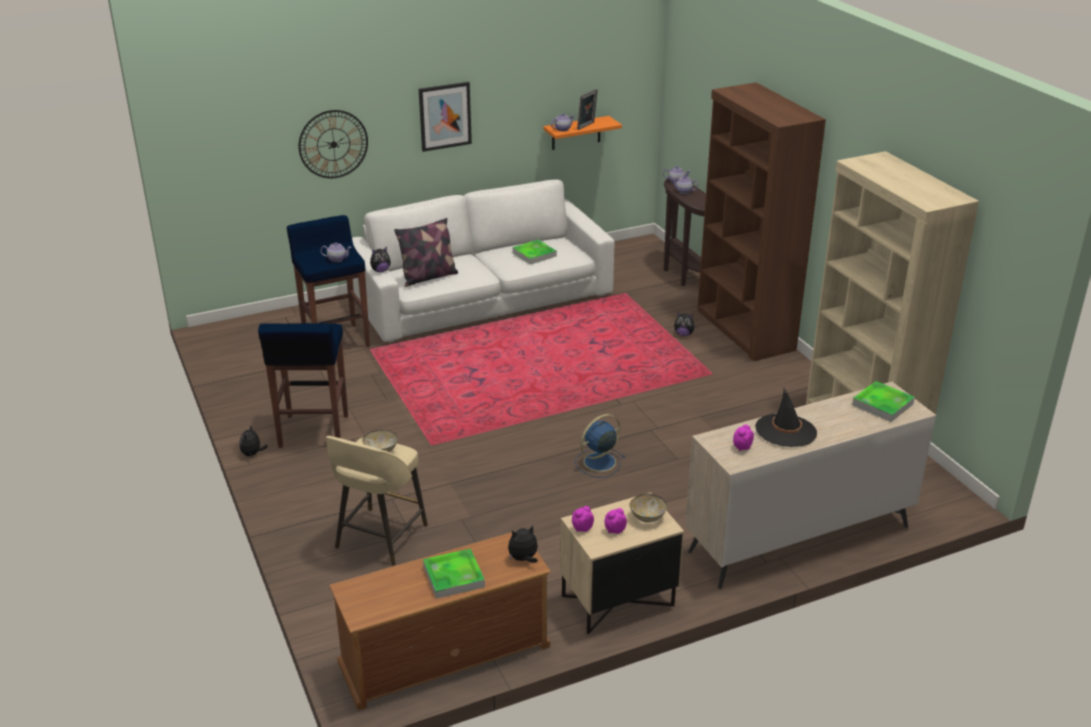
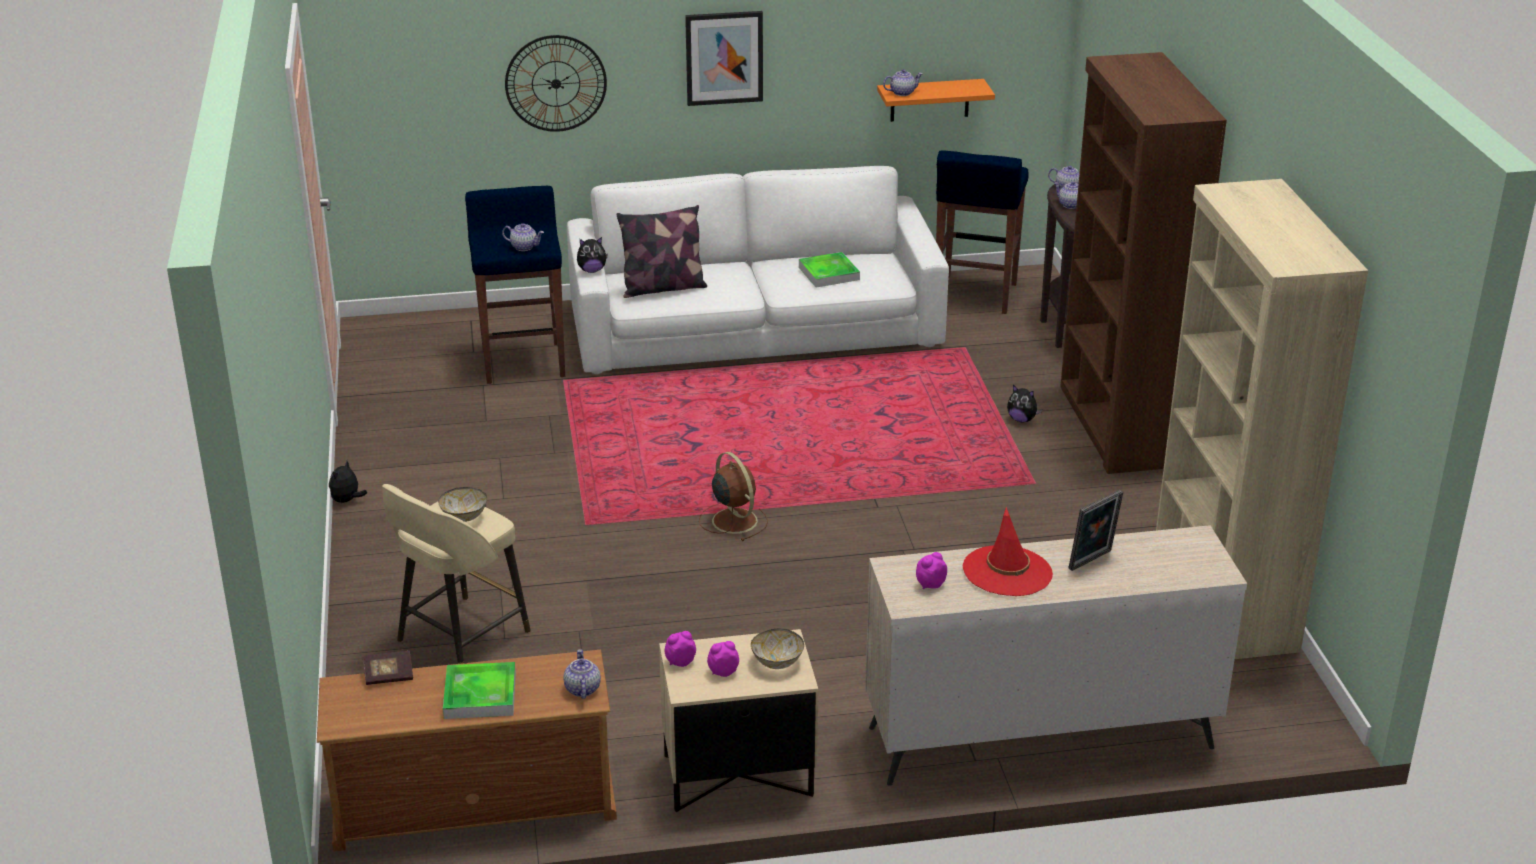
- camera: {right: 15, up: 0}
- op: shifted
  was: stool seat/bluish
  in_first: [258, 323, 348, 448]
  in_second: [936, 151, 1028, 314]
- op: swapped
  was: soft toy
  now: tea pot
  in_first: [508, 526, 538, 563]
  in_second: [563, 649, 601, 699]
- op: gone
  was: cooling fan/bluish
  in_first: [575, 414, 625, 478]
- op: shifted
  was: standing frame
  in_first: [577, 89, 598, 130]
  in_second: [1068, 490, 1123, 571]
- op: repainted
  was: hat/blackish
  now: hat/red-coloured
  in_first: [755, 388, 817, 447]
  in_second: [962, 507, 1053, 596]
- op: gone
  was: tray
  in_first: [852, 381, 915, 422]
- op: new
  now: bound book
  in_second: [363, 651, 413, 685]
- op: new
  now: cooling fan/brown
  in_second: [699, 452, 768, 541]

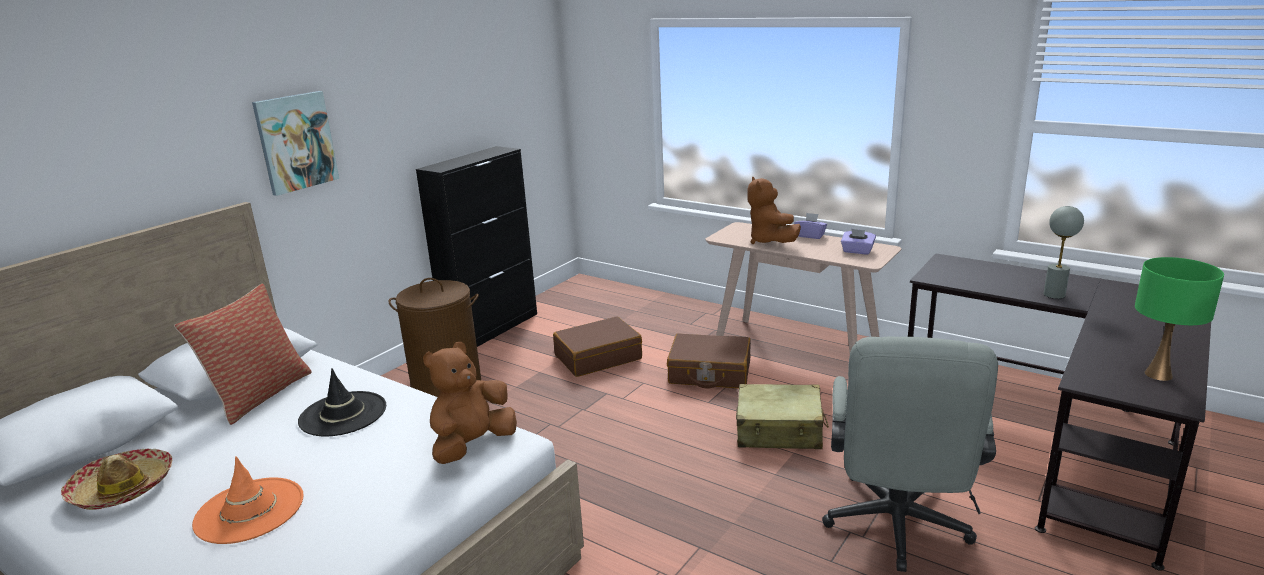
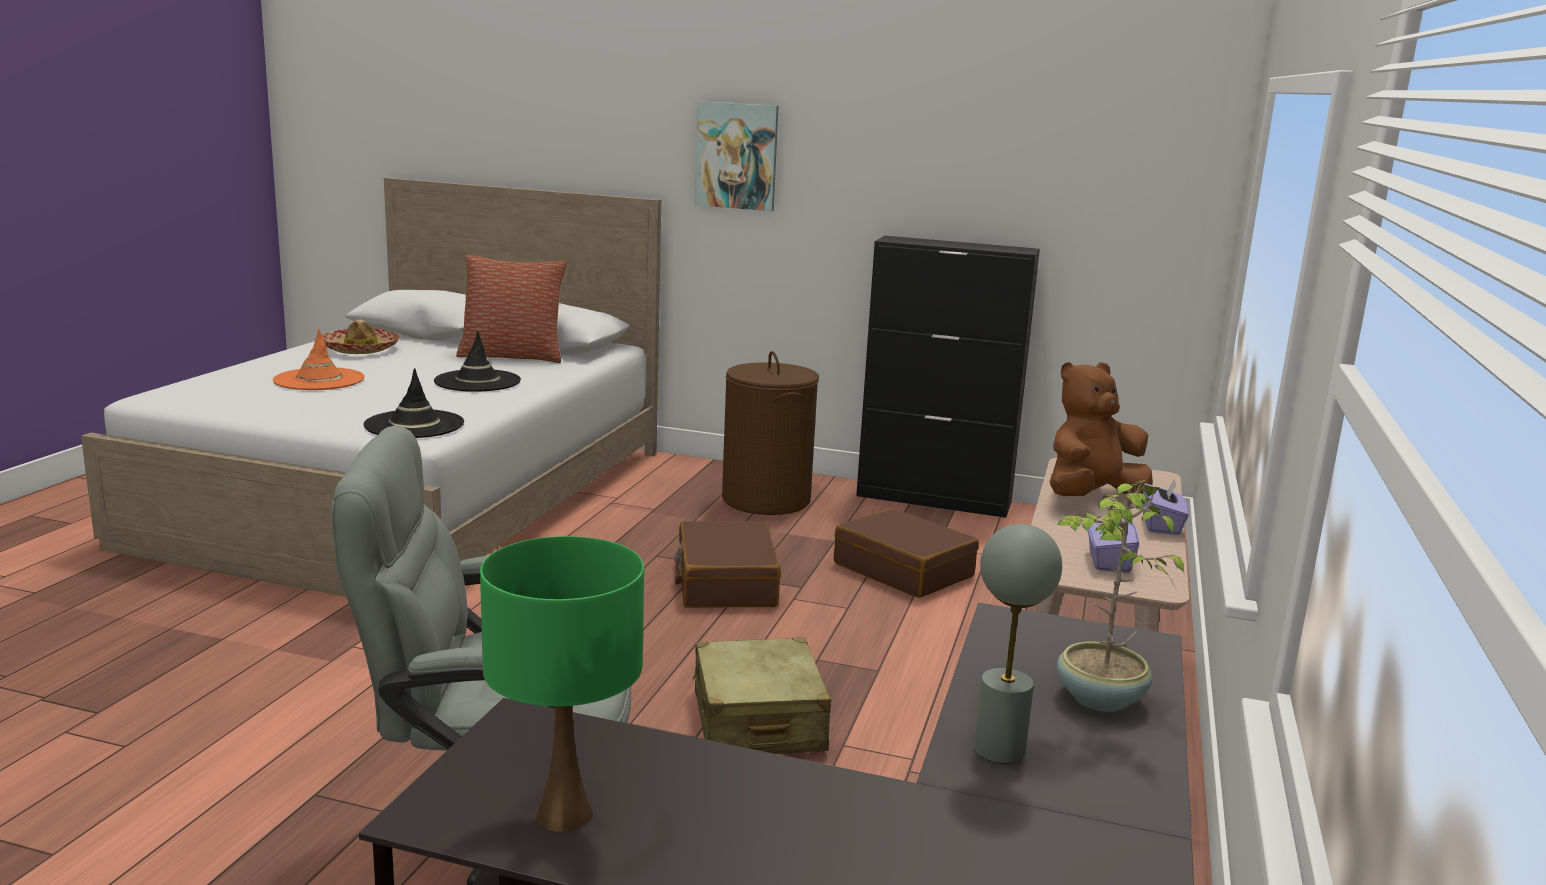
- camera: {right: 70, up: -5}
- op: swapped
  was: soft toy/brown
  now: hat/blackish
  in_first: [423, 342, 517, 464]
  in_second: [363, 368, 464, 438]
- op: shifted
  was: piece of luggage/brown
  in_first: [667, 333, 751, 389]
  in_second: [674, 521, 781, 608]
- op: new
  now: houseplant
  in_second: [1057, 480, 1184, 712]

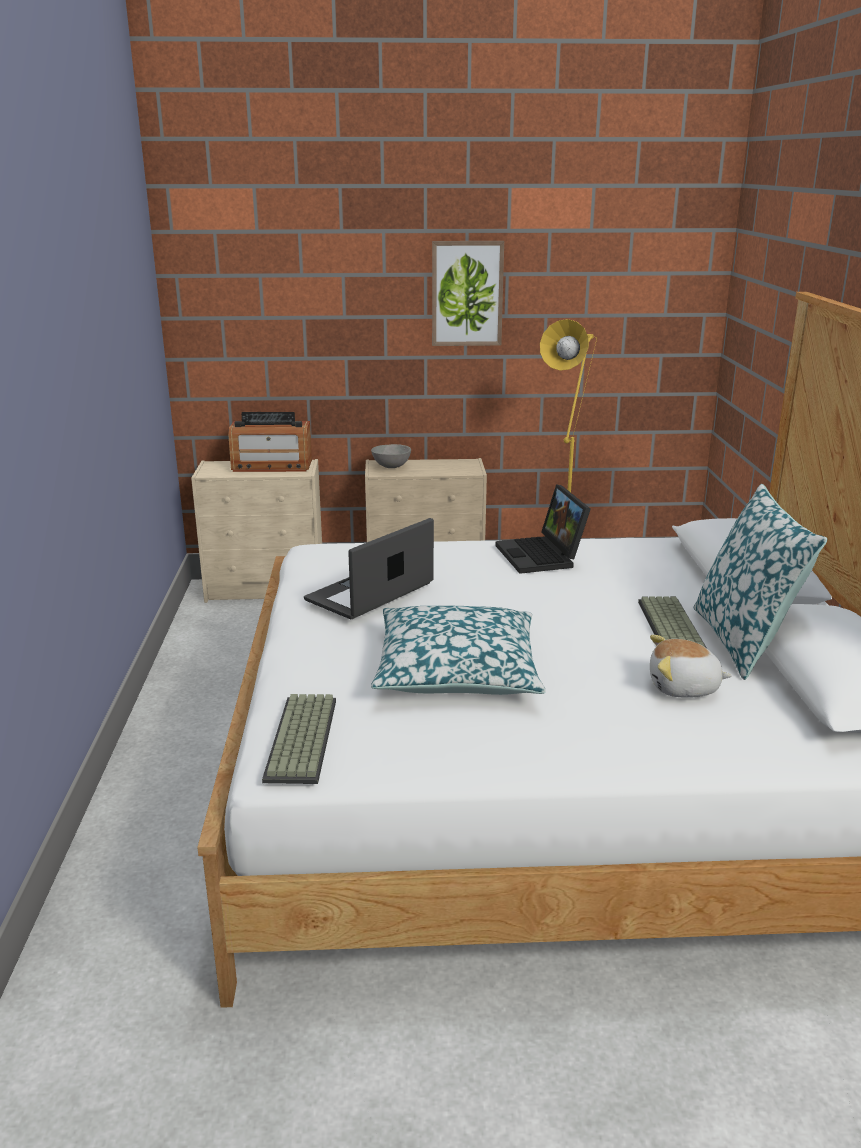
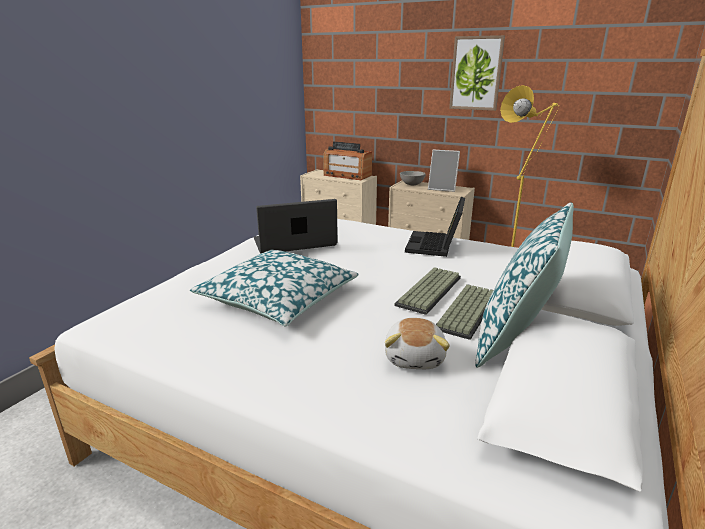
- camera: {right: 30, up: 0}
- op: shifted
  was: keyboard
  in_first: [262, 694, 336, 784]
  in_second: [395, 267, 461, 315]
- op: rotated
  was: soft toy
  in_first: [650, 635, 732, 698]
  in_second: [385, 318, 450, 369]
  clockwise: -120
- op: new
  now: standing frame
  in_second: [428, 149, 460, 192]

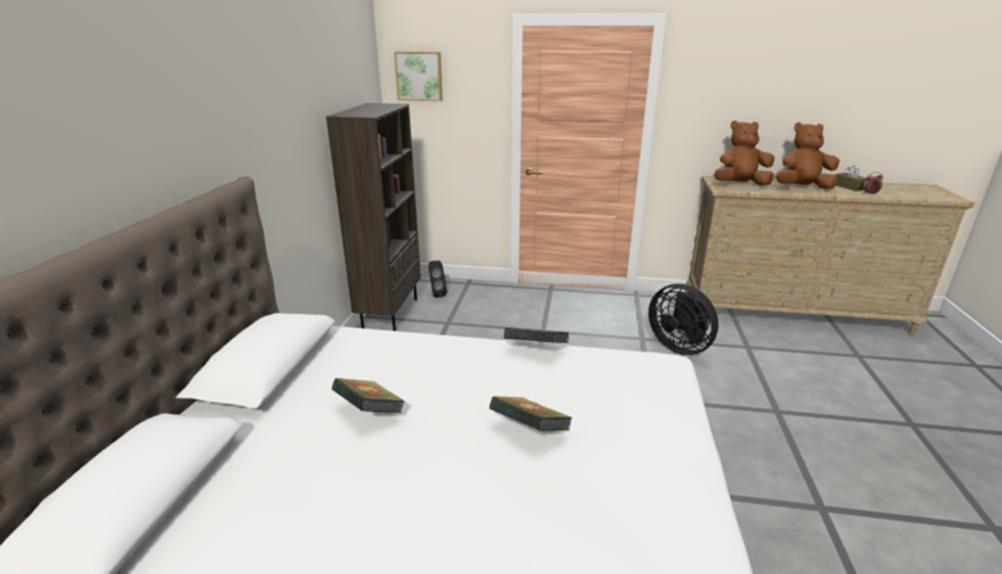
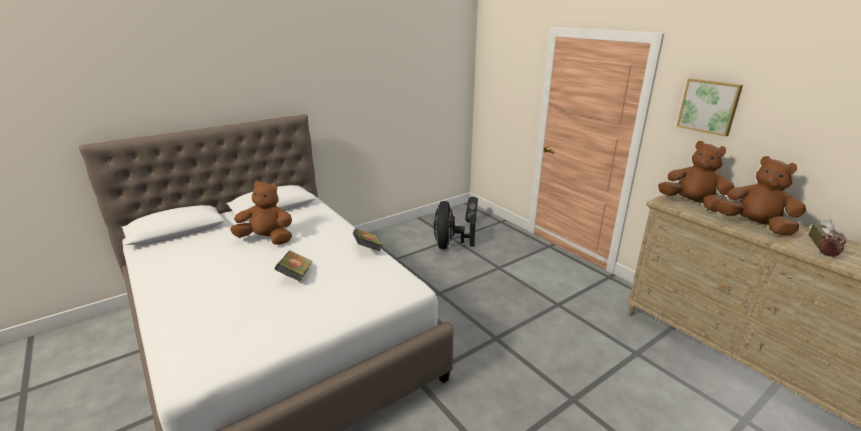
- camera: {right: 45, up: 0}
- op: gone
  was: bookshelf/brown
  in_first: [326, 103, 421, 331]
- op: swapped
  was: bound book
  now: soft toy/brown
  in_first: [332, 378, 405, 413]
  in_second: [230, 180, 292, 245]
- op: shifted
  was: wall picture
  in_first: [394, 52, 443, 101]
  in_second: [676, 78, 743, 137]
- op: shifted
  was: cooling fan/blackish
  in_first: [648, 284, 718, 355]
  in_second: [434, 201, 475, 249]

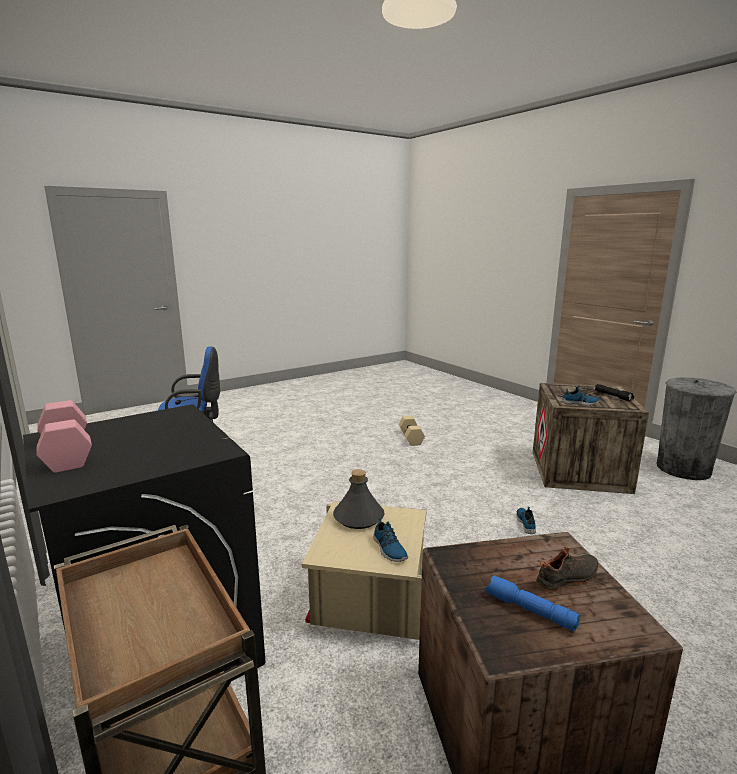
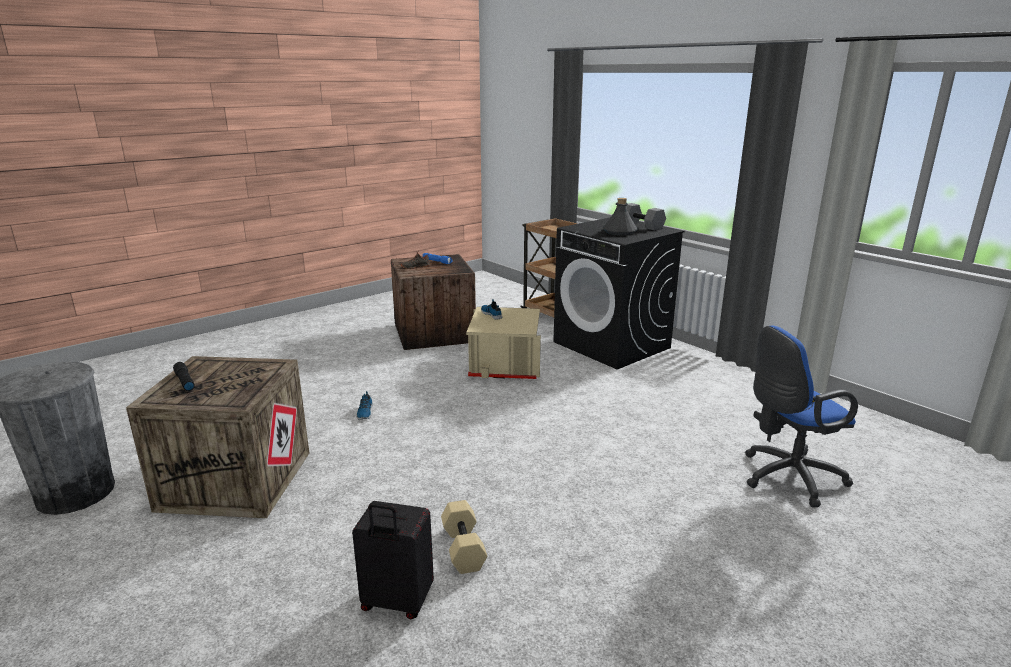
- camera: {right: 175, up: 5}
- op: repainted
  was: free weight/pink-coloured
  now: free weight/greyish
  in_first: [36, 400, 92, 473]
  in_second: [627, 203, 666, 230]
- op: shifted
  was: drink bottle/greyish
  in_first: [333, 469, 384, 529]
  in_second: [603, 198, 638, 235]
- op: gone
  was: item of footwear
  in_first: [562, 385, 599, 405]
- op: new
  now: piece of luggage/blackish
  in_second: [352, 501, 434, 619]

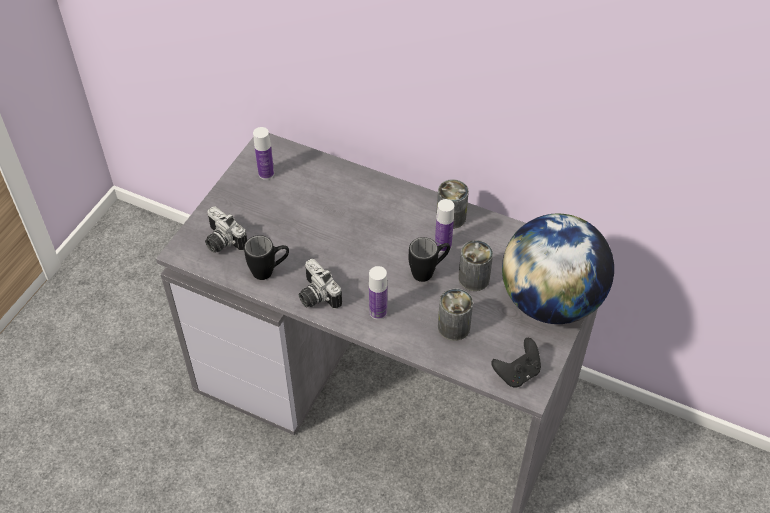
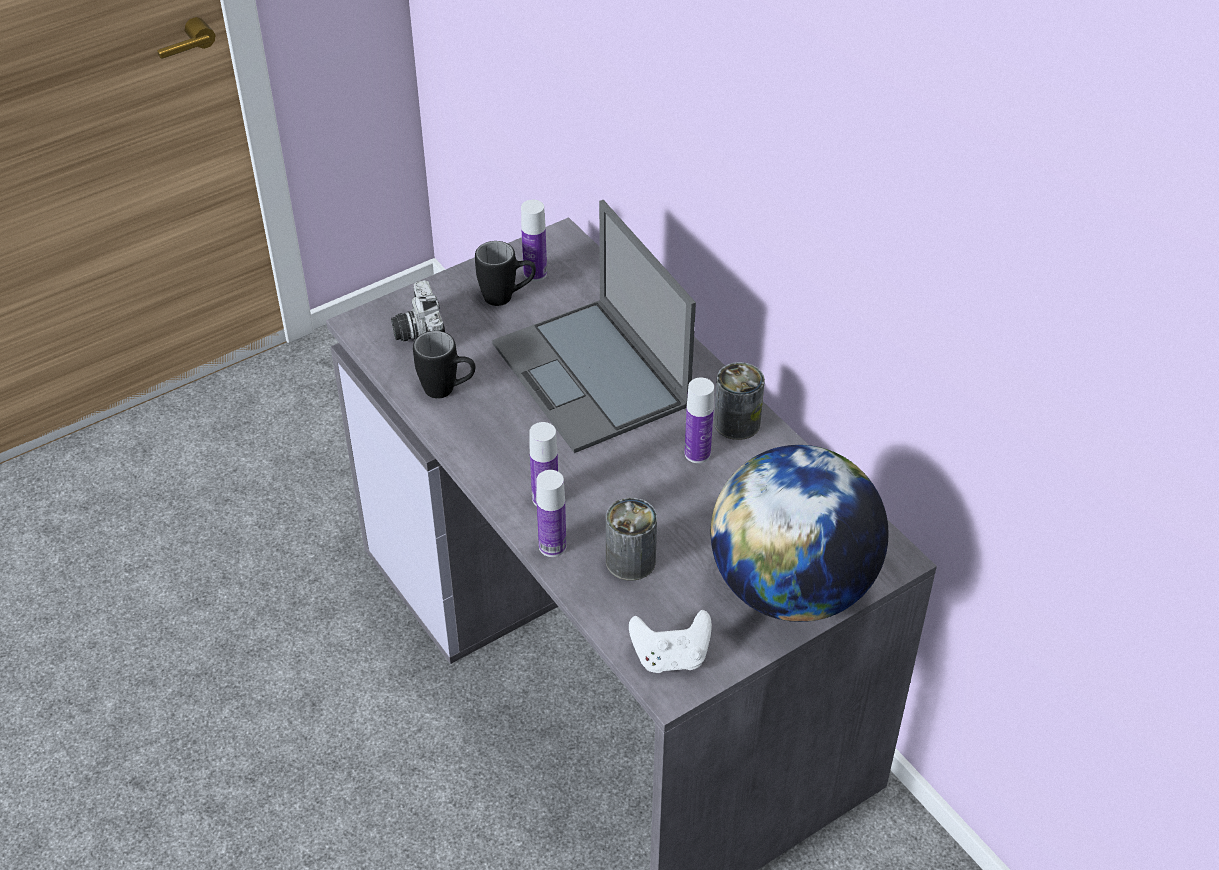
- camera: {right: 30, up: -5}
- op: gone
  was: still camera
  in_first: [299, 259, 342, 309]
- op: shifted
  was: tea mug/blackish
  in_first: [409, 237, 450, 282]
  in_second: [475, 241, 536, 306]
- op: gone
  was: metal can
  in_first: [458, 240, 493, 291]
- op: repainted
  was: joypad/blackish
  now: joypad/whitish
  in_first: [491, 338, 541, 388]
  in_second: [629, 610, 712, 673]
- op: new
  now: laptop
  in_second: [492, 200, 696, 453]
- op: new
  now: drink bottle
  in_second: [536, 470, 566, 557]

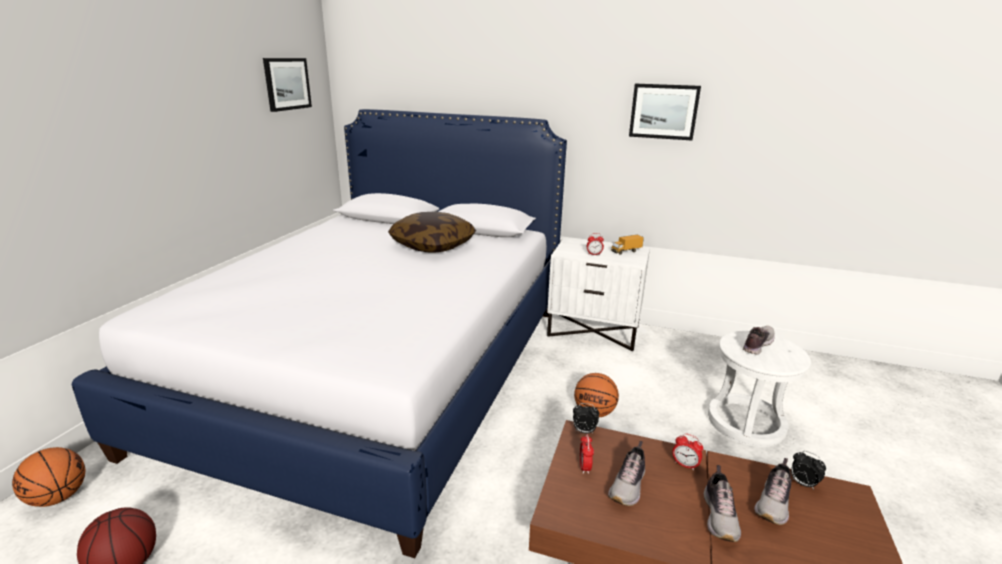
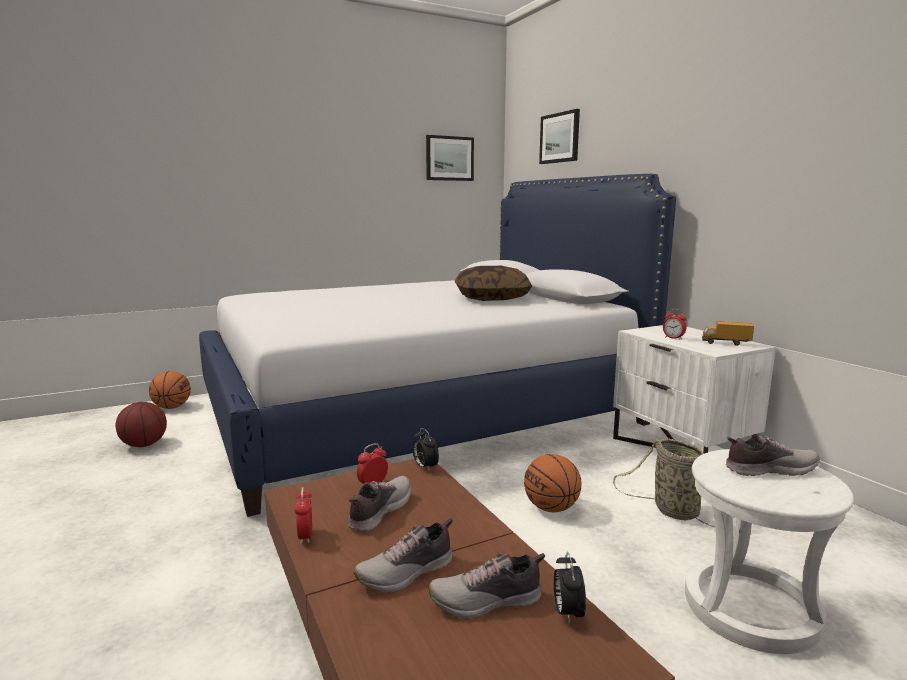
- camera: {right: 45, up: -10}
- op: rotated
  was: item of footwear
  in_first: [608, 441, 645, 506]
  in_second: [348, 476, 411, 531]
  clockwise: 135
- op: shifted
  was: wall picture
  in_first: [629, 84, 701, 141]
  in_second: [539, 109, 580, 164]
- op: shifted
  was: alarm clock
  in_first: [672, 433, 703, 470]
  in_second: [294, 487, 312, 544]
- op: new
  now: basket
  in_second: [613, 439, 716, 527]

